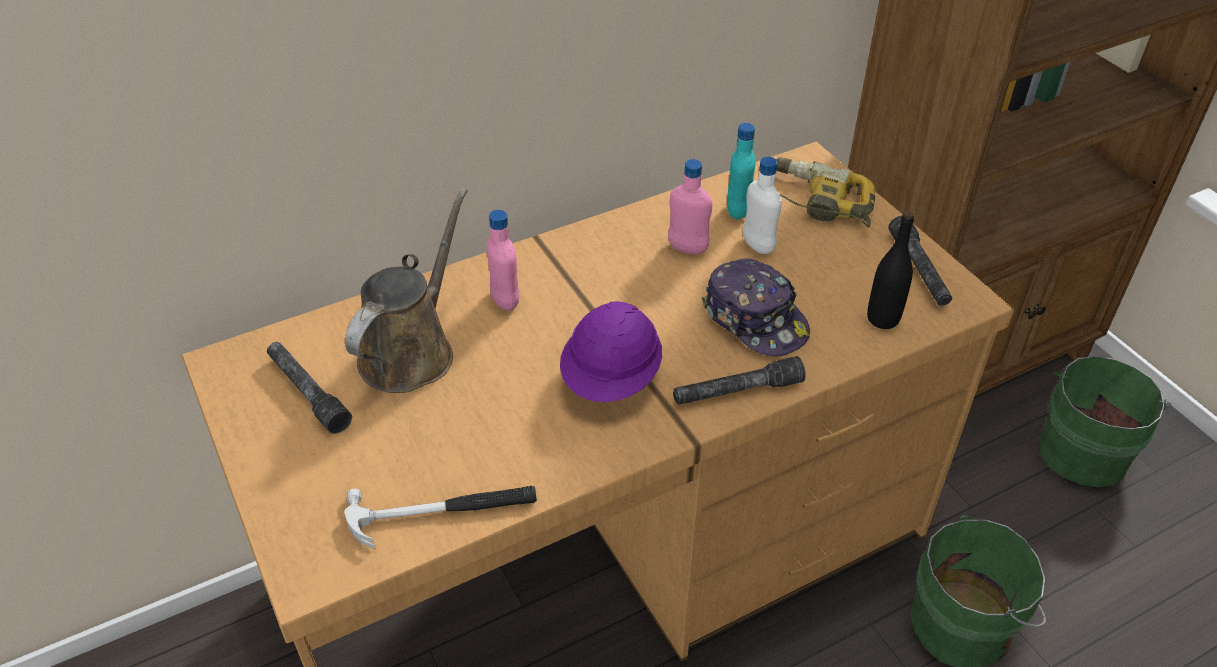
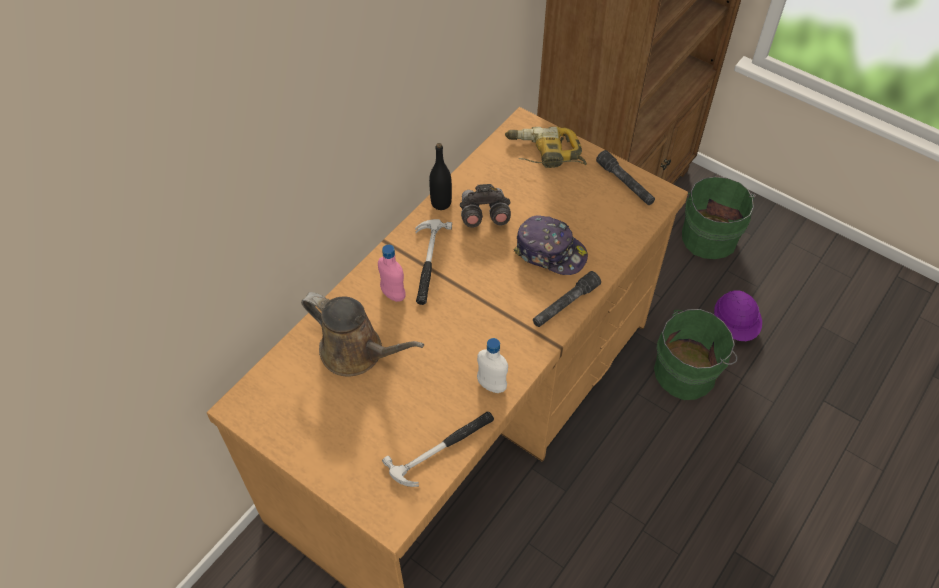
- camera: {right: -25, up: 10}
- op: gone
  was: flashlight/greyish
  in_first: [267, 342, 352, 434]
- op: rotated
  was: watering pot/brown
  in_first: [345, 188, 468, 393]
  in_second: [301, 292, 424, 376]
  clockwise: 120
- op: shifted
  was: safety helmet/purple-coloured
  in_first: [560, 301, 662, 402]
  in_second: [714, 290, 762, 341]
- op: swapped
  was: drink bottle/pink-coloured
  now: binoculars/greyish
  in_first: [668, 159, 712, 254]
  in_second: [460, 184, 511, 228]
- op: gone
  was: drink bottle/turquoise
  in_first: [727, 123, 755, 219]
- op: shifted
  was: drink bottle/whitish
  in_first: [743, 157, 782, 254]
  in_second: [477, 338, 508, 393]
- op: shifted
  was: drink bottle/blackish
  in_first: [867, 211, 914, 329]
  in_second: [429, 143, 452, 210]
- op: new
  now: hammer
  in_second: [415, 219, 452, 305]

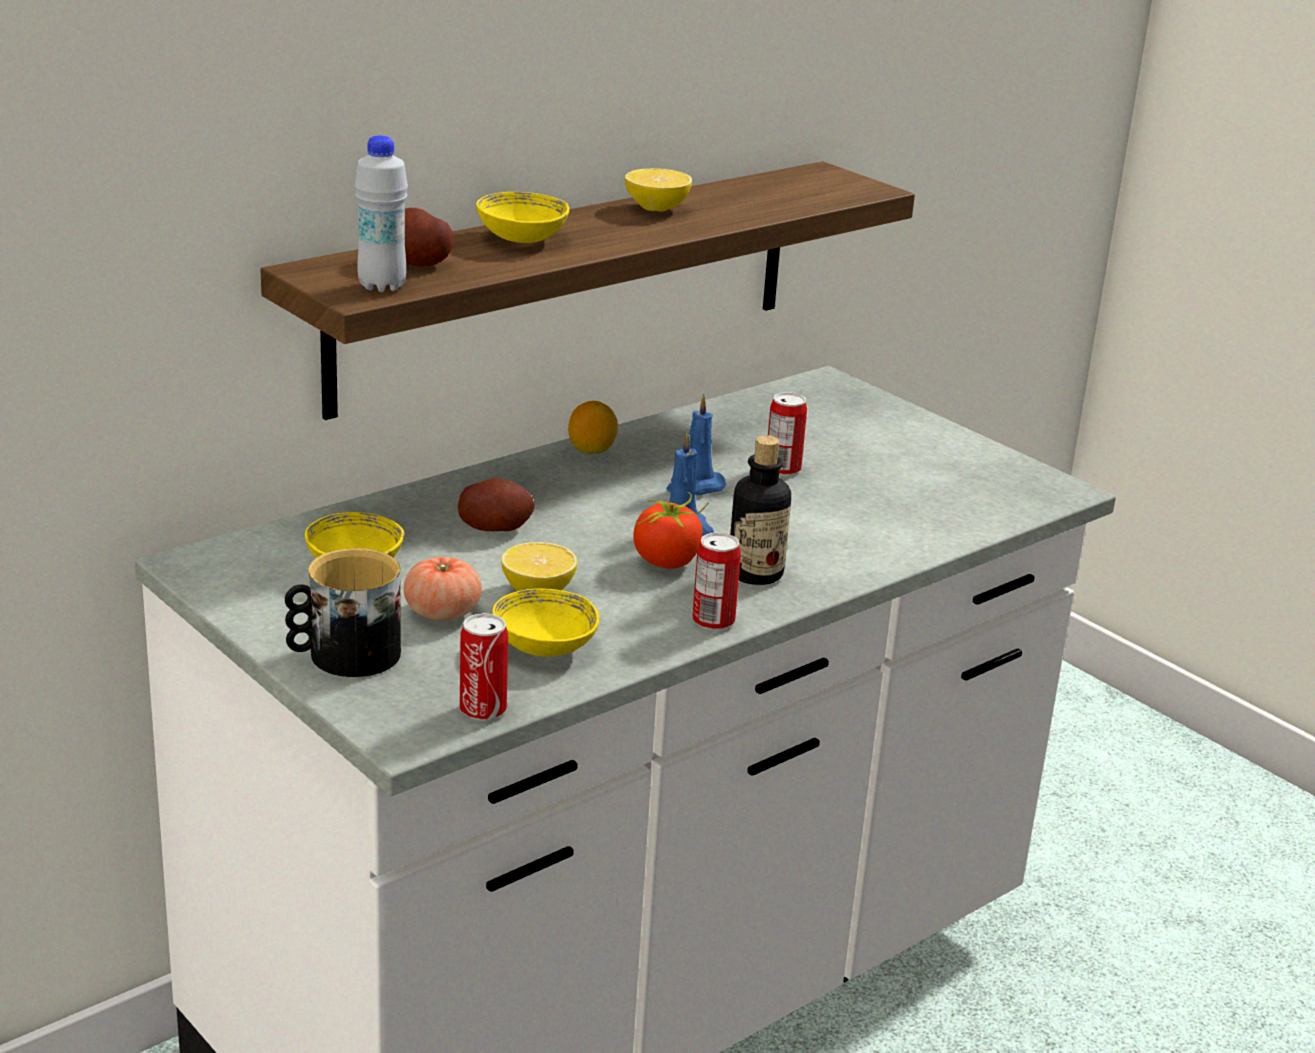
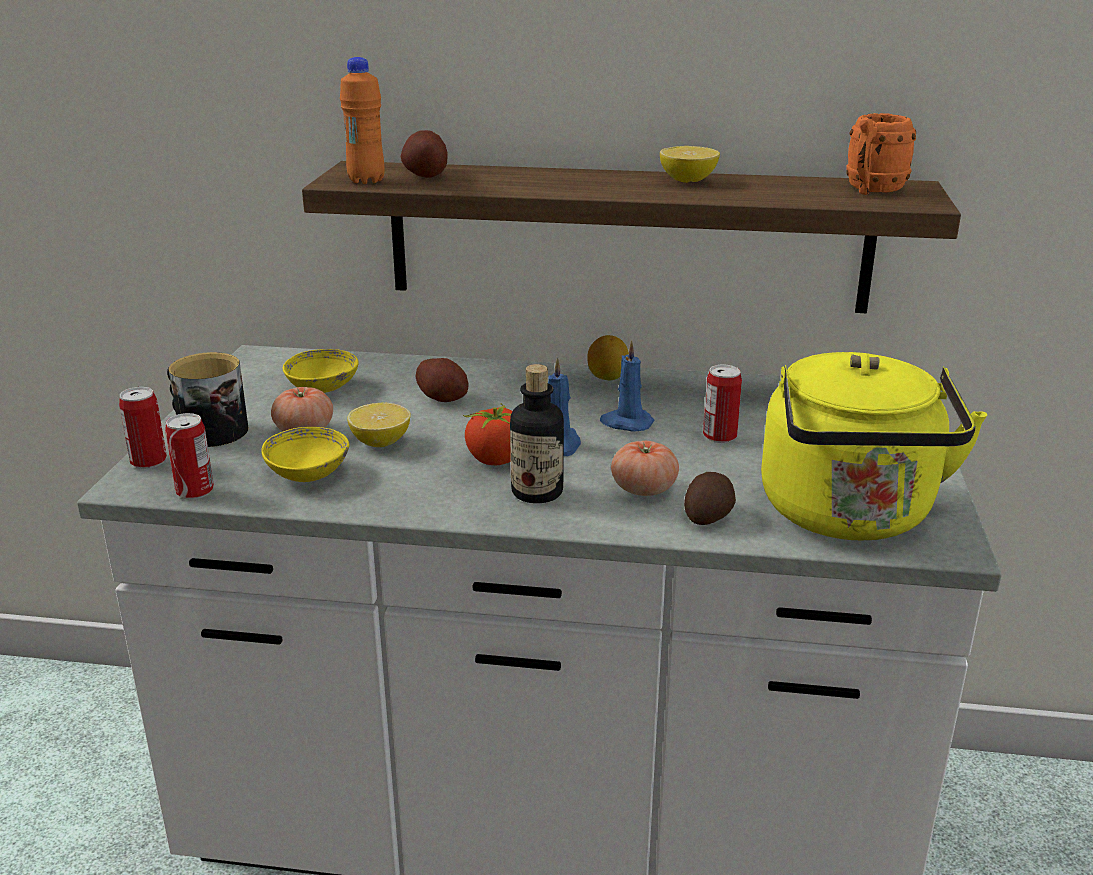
- camera: {right: 50, up: 0}
- op: repainted
  was: drink bottle/whitish
  now: drink bottle/orange-coloured
  in_first: [355, 135, 408, 292]
  in_second: [340, 57, 385, 184]
- op: gone
  was: serving bowl/yellowish
  in_first: [476, 192, 569, 243]
- op: shifted
  was: metal can
  in_first: [692, 532, 741, 630]
  in_second: [119, 387, 167, 469]
- op: new
  now: tomato
  in_second: [611, 441, 679, 496]
- op: new
  now: potato
  in_second: [684, 472, 736, 525]
- op: new
  now: water kettle/yellowish
  in_second: [761, 352, 987, 540]
- op: new
  now: tea mug/orange-coloured
  in_second: [846, 113, 916, 195]

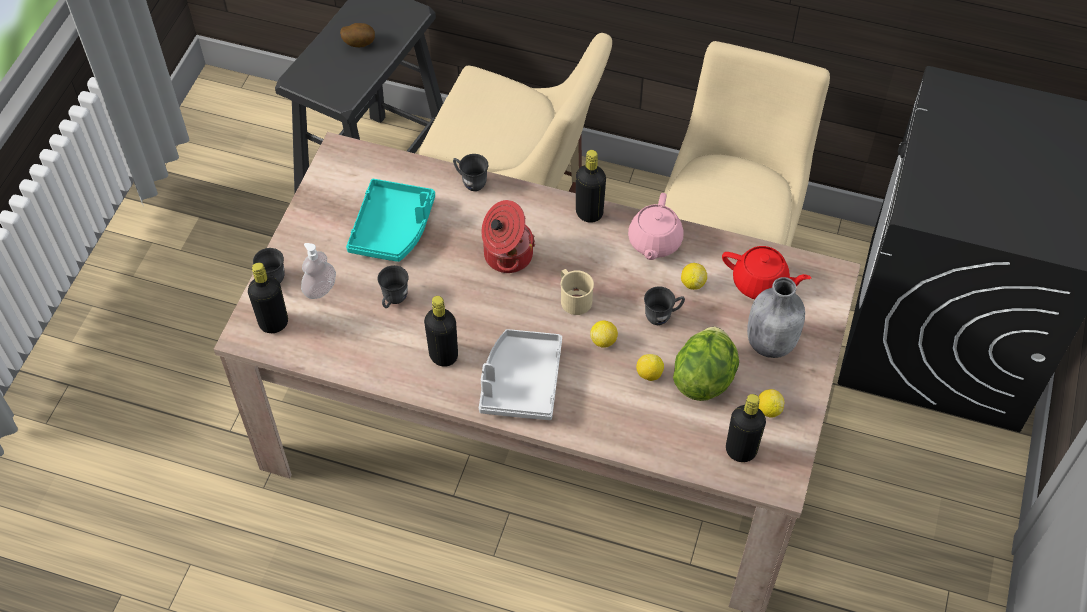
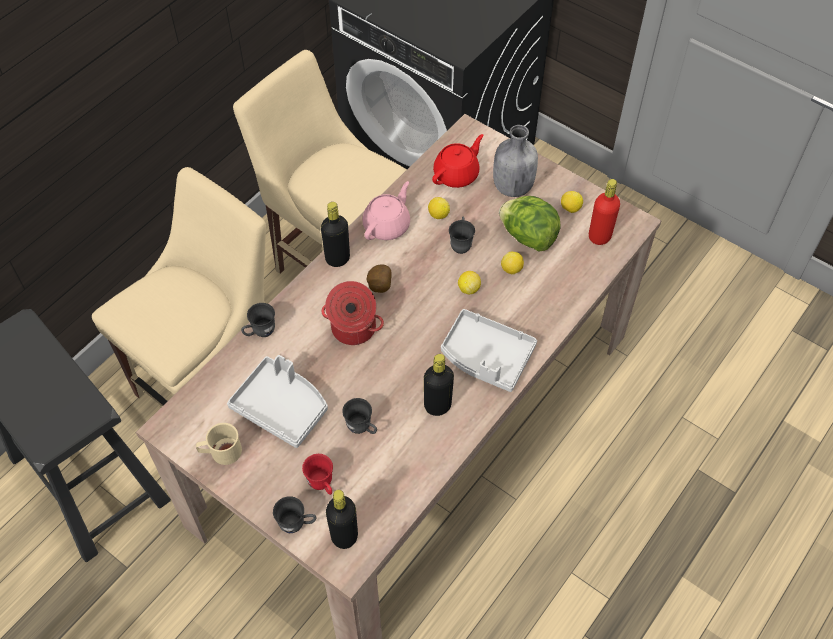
- camera: {right: -70, up: 0}
- op: swapped
  was: soap dispenser
  now: tea mug/red-coloured
  in_first: [301, 243, 336, 299]
  in_second: [302, 454, 333, 495]
- op: shifted
  was: potato
  in_first: [340, 23, 375, 47]
  in_second: [366, 264, 392, 293]
- op: repainted
  was: tray/turquoise
  now: tray/greyish
  in_first: [346, 179, 435, 262]
  in_second: [227, 355, 328, 448]
- op: shifted
  was: tea mug/sand-coloured
  in_first: [560, 269, 594, 315]
  in_second: [196, 423, 242, 465]
- op: rotated
  was: tea pot/pink-coloured
  in_first: [628, 193, 684, 260]
  in_second: [363, 181, 410, 240]
  clockwise: -90
- op: repainted
  was: drink bottle/blackish
  now: drink bottle/red-coloured
  in_first: [726, 394, 766, 462]
  in_second: [589, 179, 620, 245]

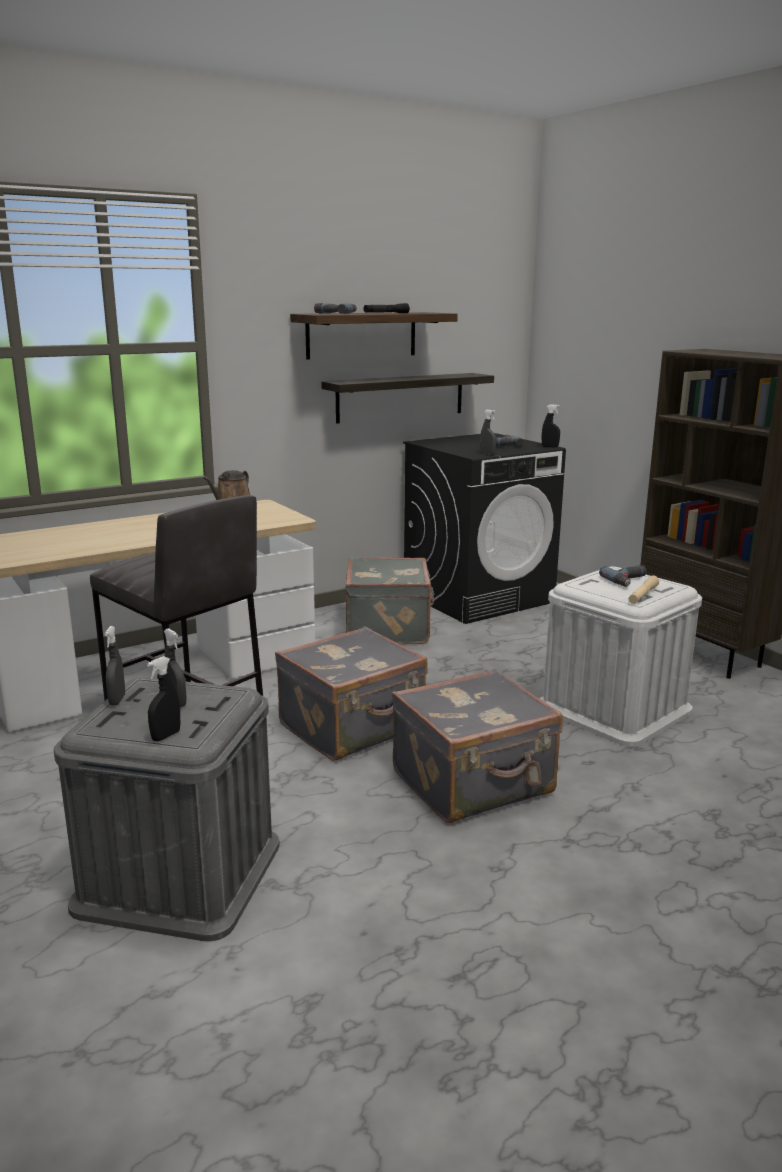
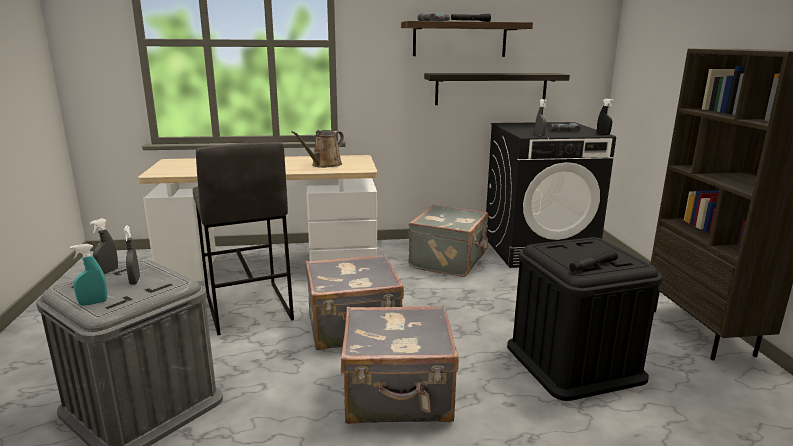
- camera: {right: 25, up: 0}
- op: repainted
  was: spray bottle/blackish
  now: spray bottle/turquoise
  in_first: [147, 656, 180, 741]
  in_second: [70, 244, 107, 306]
- op: repainted
  was: storage box/whitish
  now: storage box/blackish
  in_first: [539, 567, 702, 747]
  in_second: [507, 237, 662, 401]
- op: gone
  was: power drill
  in_first: [599, 565, 646, 587]
- op: repainted
  was: flashlight/sand-coloured
  now: flashlight/blackish
  in_first: [628, 575, 659, 604]
  in_second: [569, 250, 618, 272]

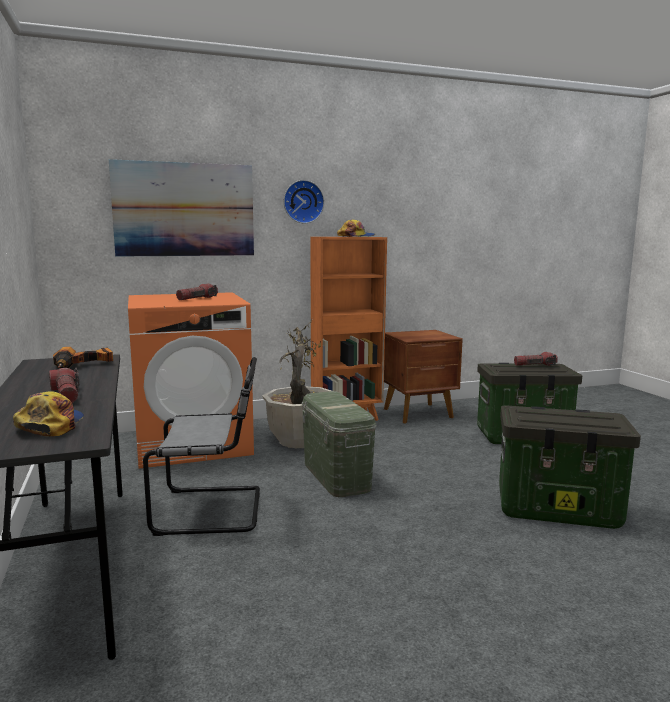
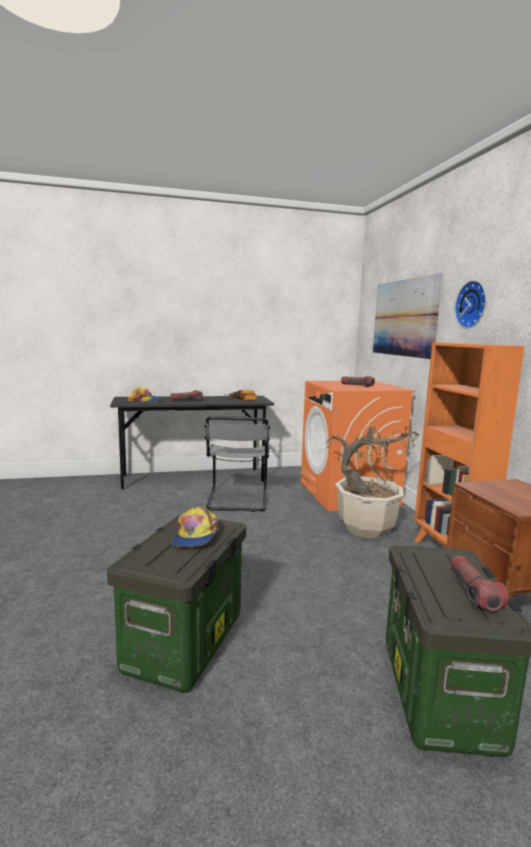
- camera: {right: 95, up: 0}
- op: gone
  was: storage box/greenish
  in_first: [302, 391, 376, 497]
- op: shifted
  was: peaked cap
  in_first: [337, 220, 375, 237]
  in_second: [171, 507, 219, 547]

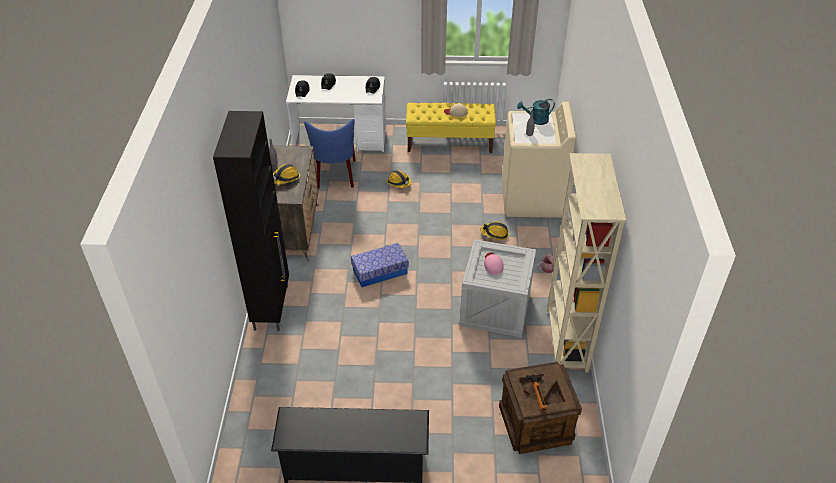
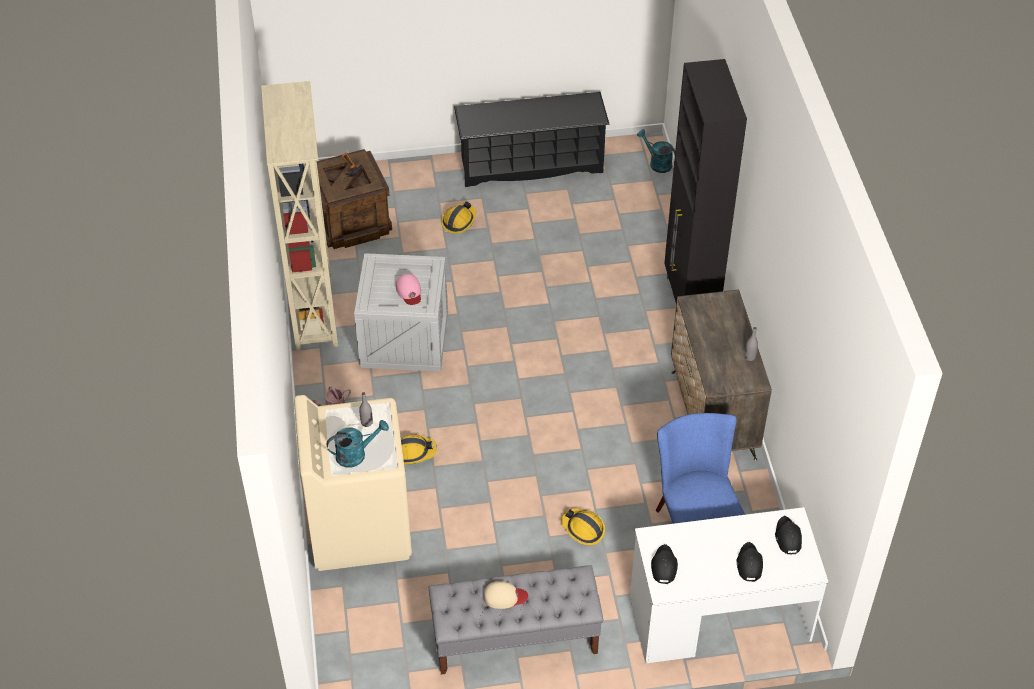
- camera: {right: 170, up: 5}
- op: shifted
  was: safety helmet
  in_first: [273, 164, 300, 185]
  in_second: [441, 202, 476, 234]
- op: gone
  was: storage box
  in_first: [351, 243, 409, 287]
- op: repainted
  was: indoor bench/yellowish
  now: indoor bench/greyish
  in_first: [406, 103, 496, 153]
  in_second: [429, 565, 603, 675]
- op: new
  now: watering pot/turquoise
  in_second: [637, 129, 675, 173]

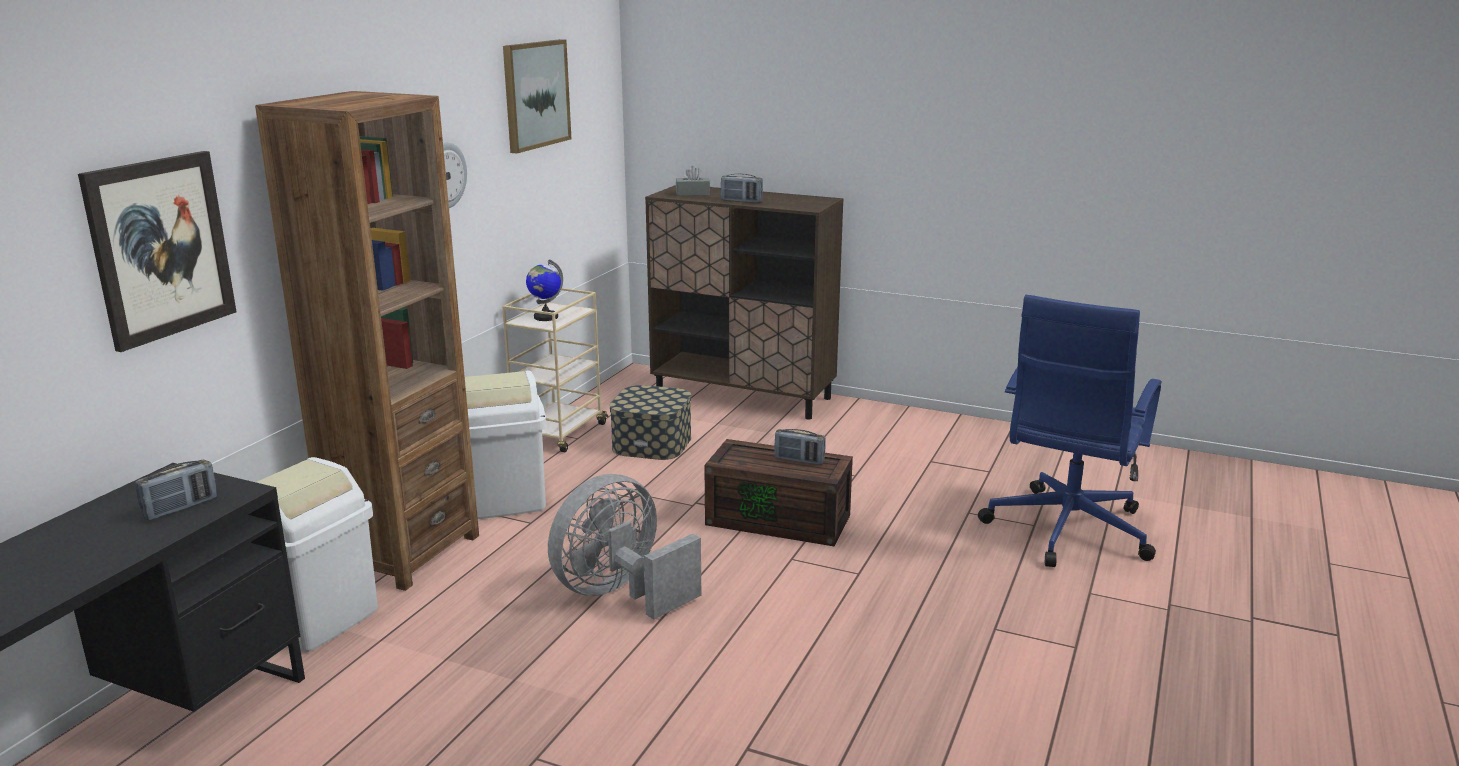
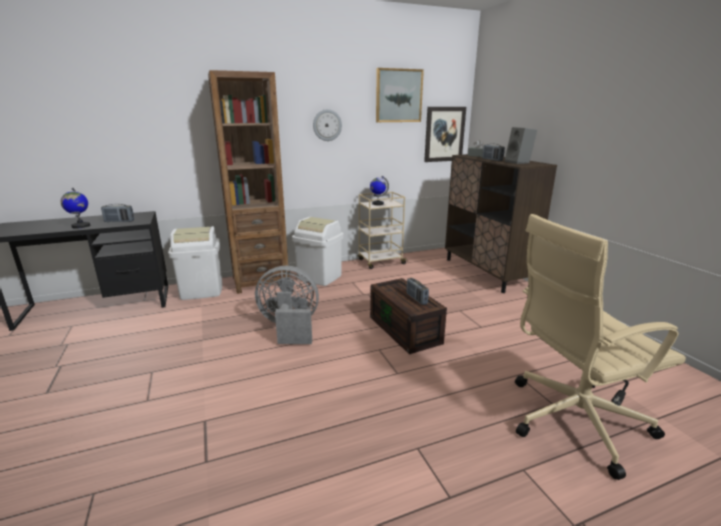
- camera: {right: 45, up: 0}
- op: shifted
  was: wall picture
  in_first: [78, 151, 236, 352]
  in_second: [424, 107, 466, 162]
- op: gone
  was: storage box
  in_first: [609, 385, 691, 460]
- op: repainted
  was: office chair/bluish
  now: office chair/sand-coloured
  in_first: [978, 295, 1162, 567]
  in_second: [515, 214, 686, 480]
- op: new
  now: globe
  in_second: [61, 188, 90, 229]
- op: new
  now: speaker/greyish
  in_second: [505, 127, 537, 164]

